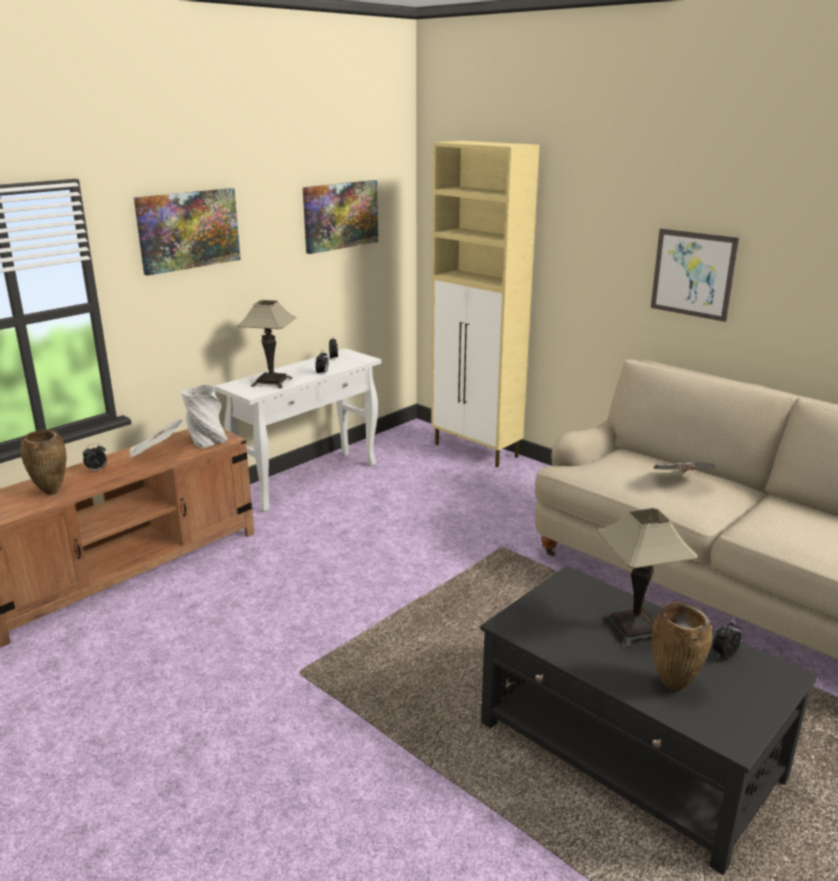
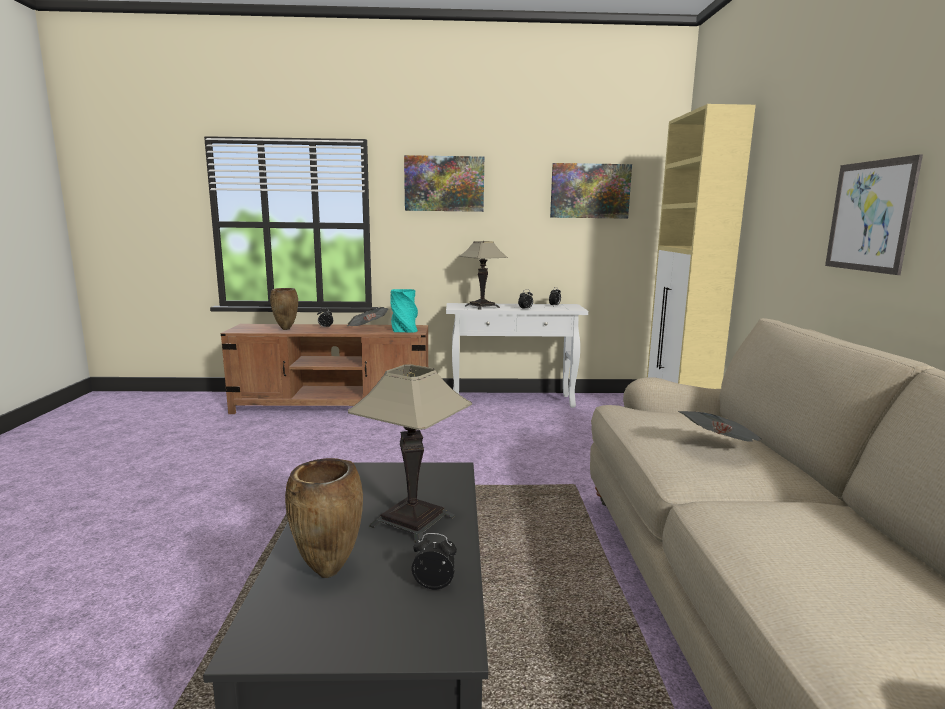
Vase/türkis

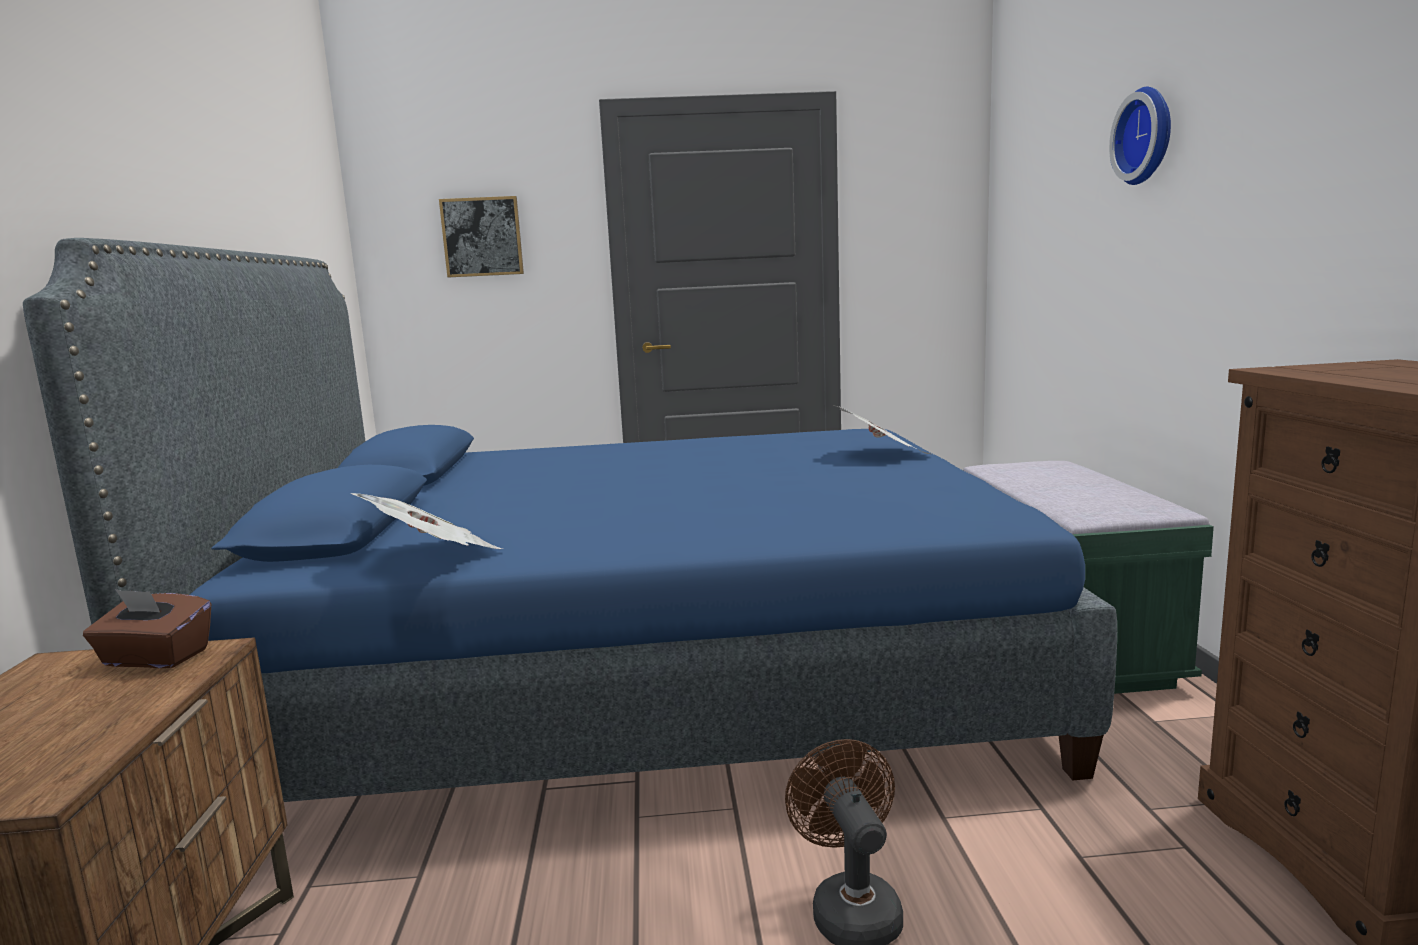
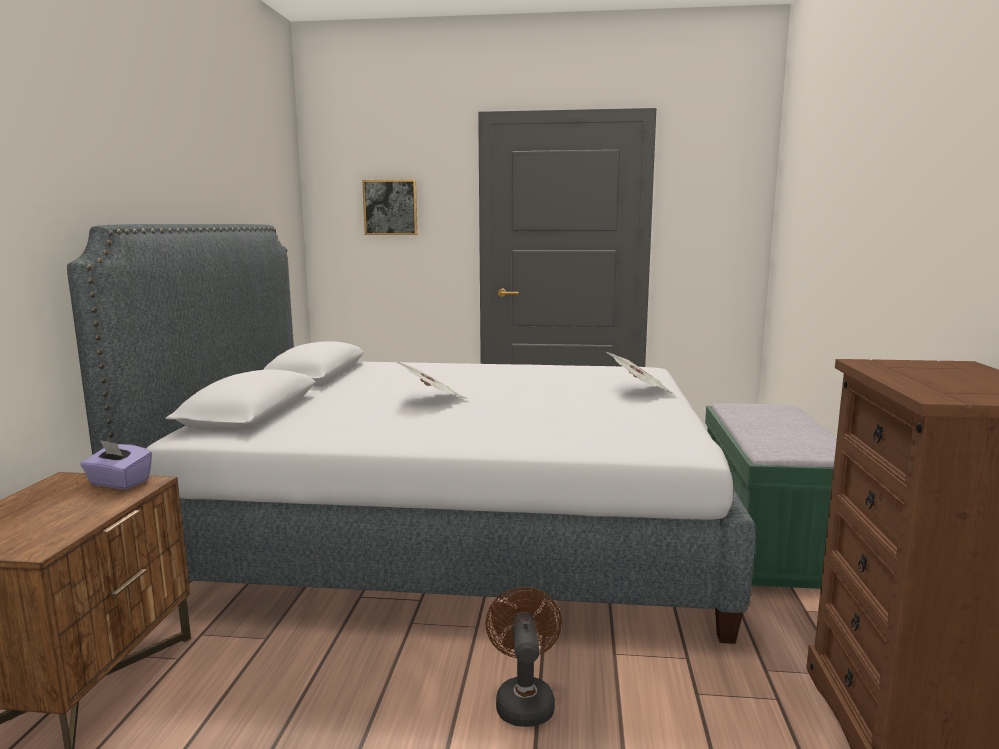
Bett/grau
Taschentuchbox/lila
Zeitung (no. 1 from left)
Wanduhr

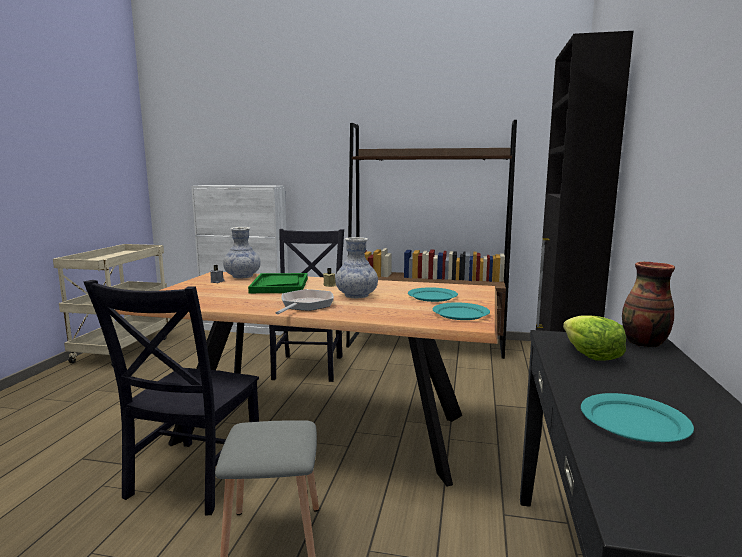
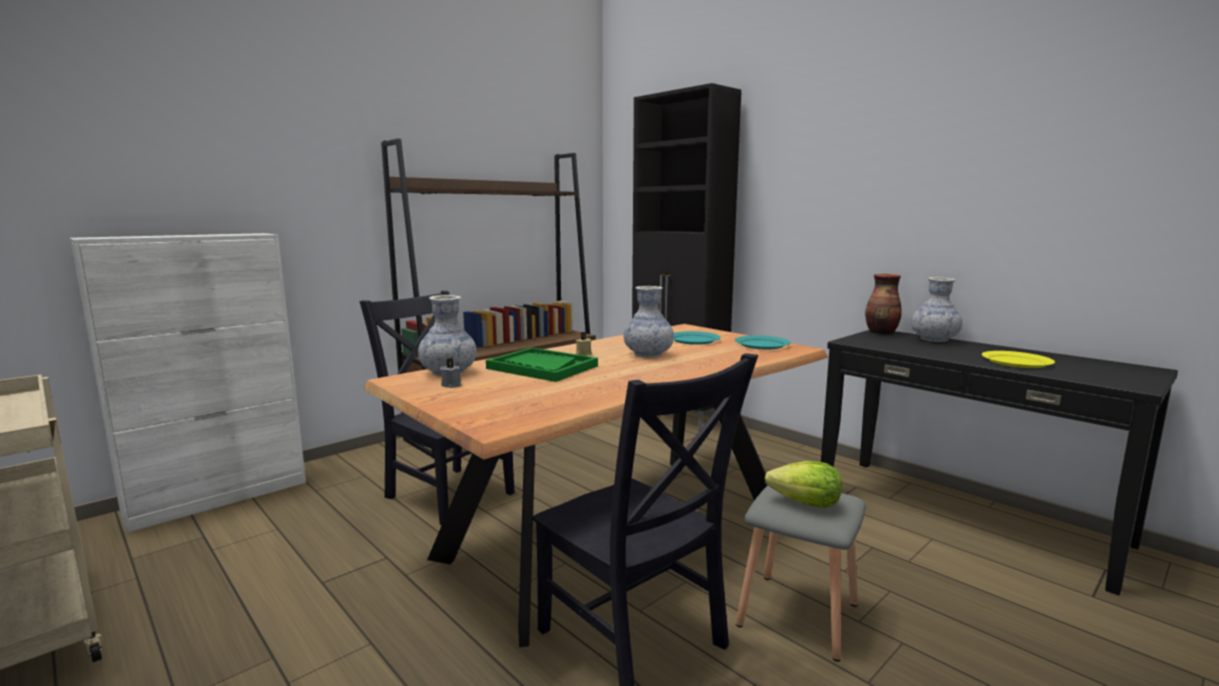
Salatkopf
Vase (no. 4 from left)
Teller/gelb
Pfanne

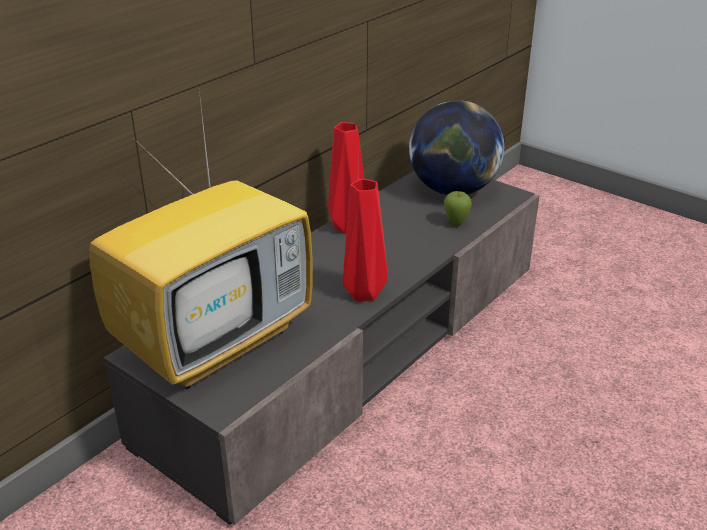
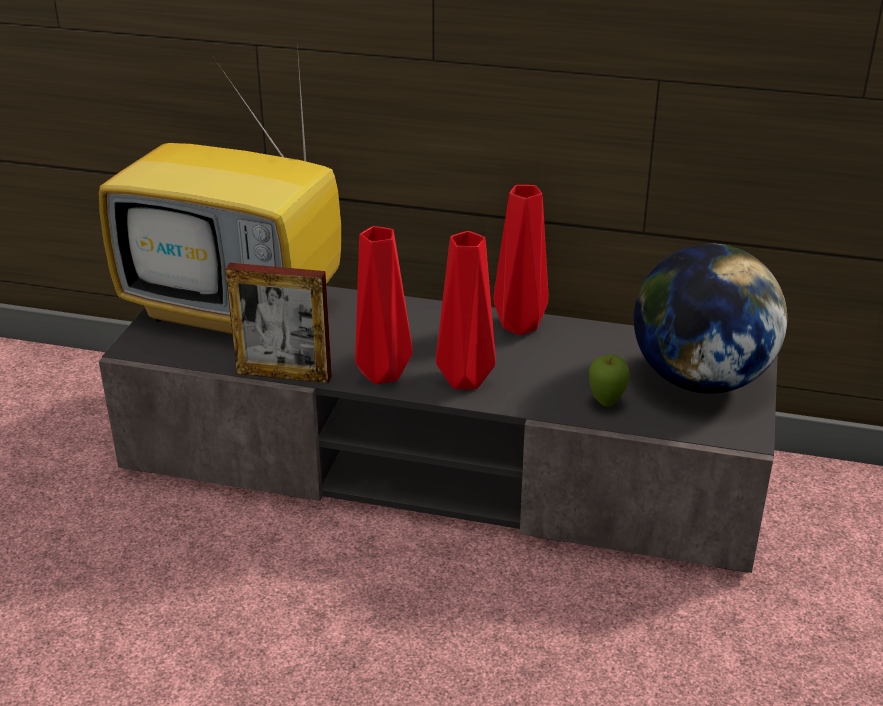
Bilderrahmen
Vase/rot (no. 2 from left)

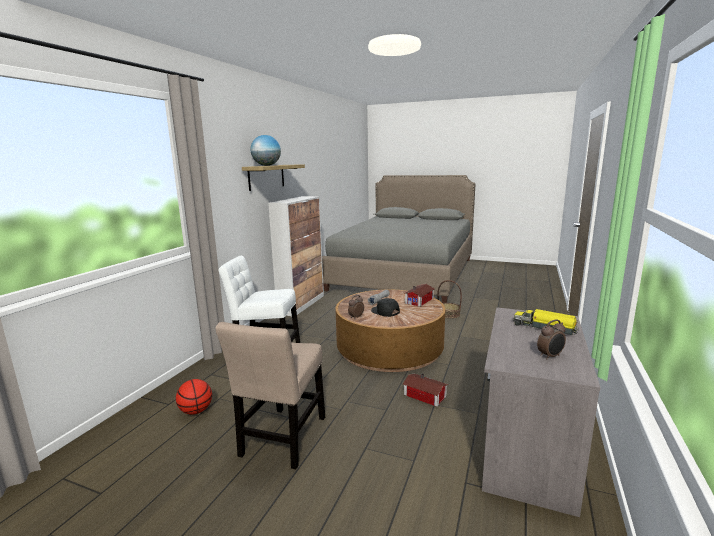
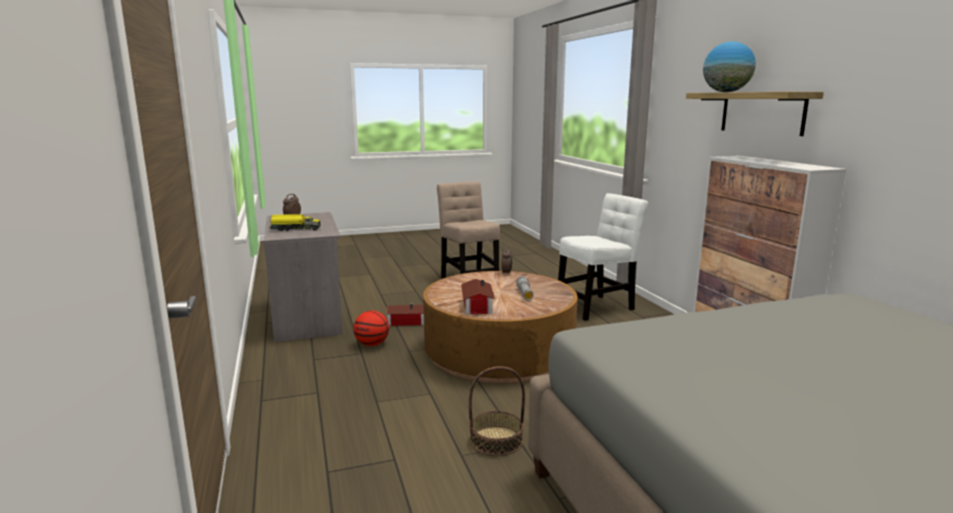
Basketball
Kappe/schwarz

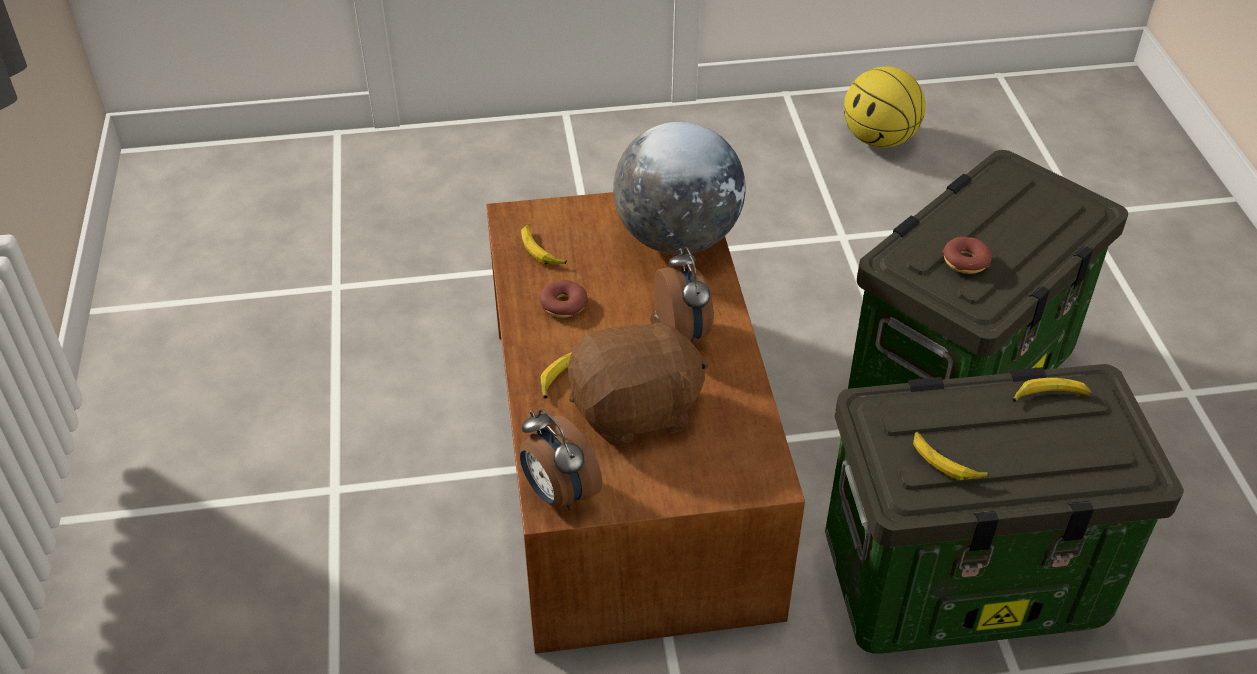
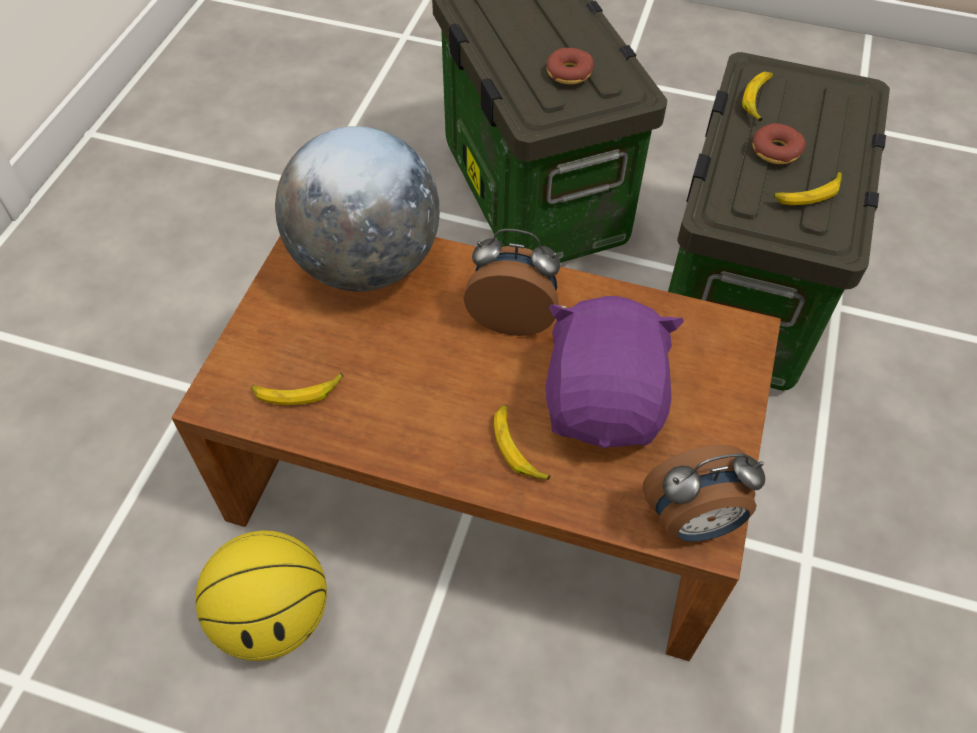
Basketball
Plüschtier/lila
Donut (no. 2 from left)

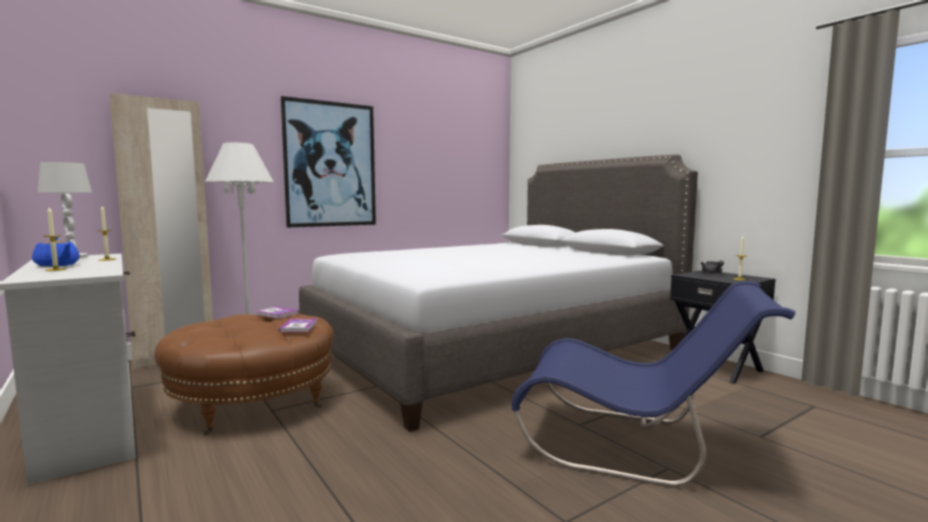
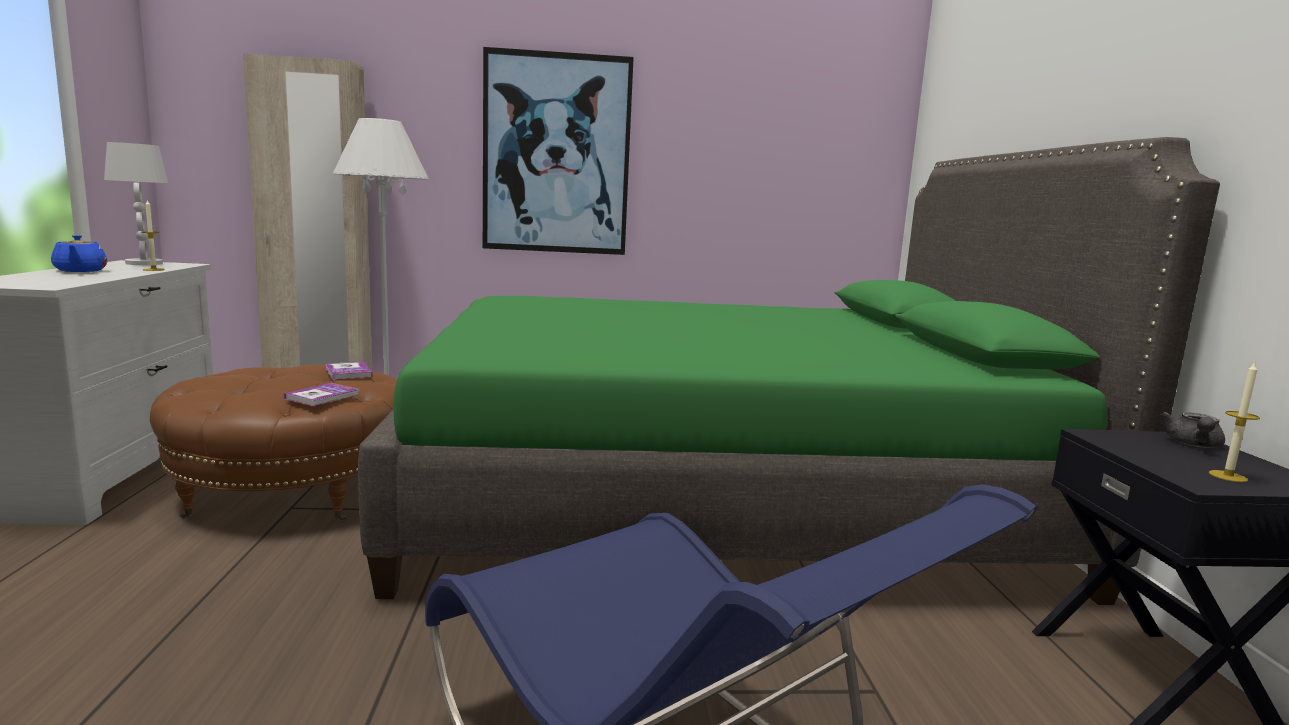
Bett/grün
Kerze (no. 1 from left in the first image)

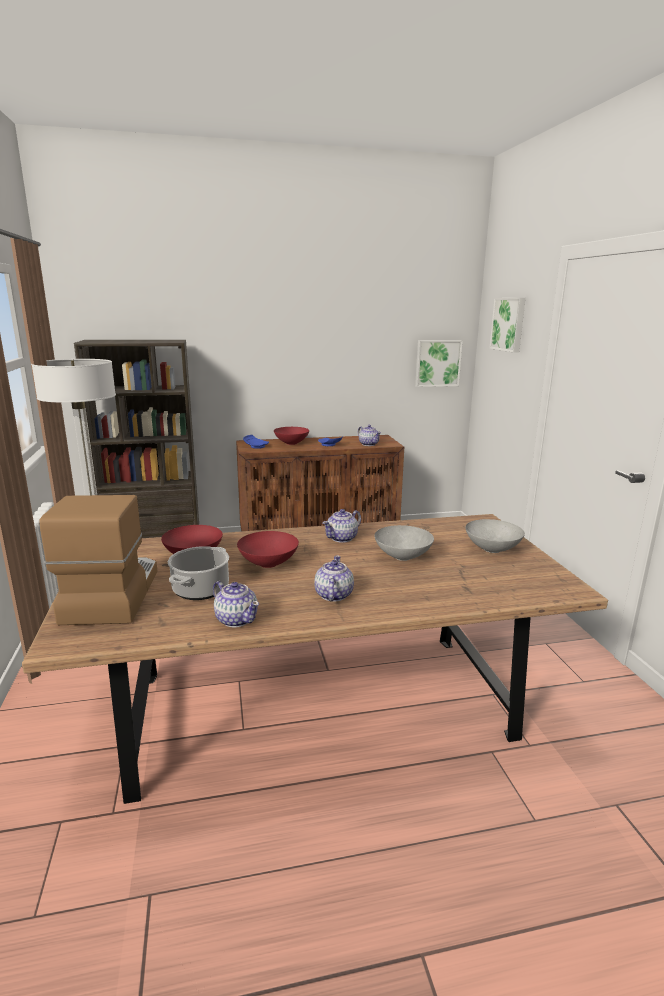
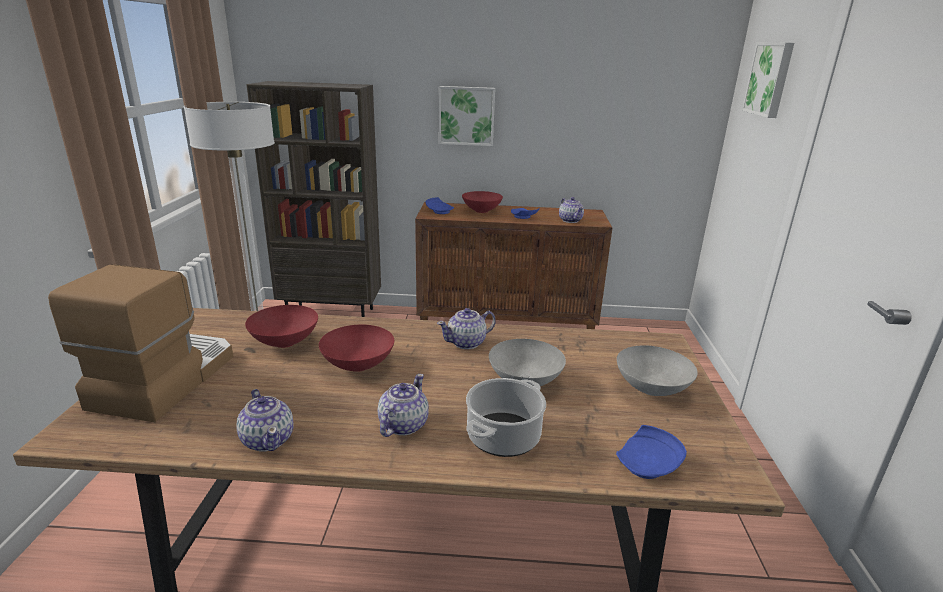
Bild (no. 1 from left)
Kochtopf
Teller/blau (no. 3 from left)

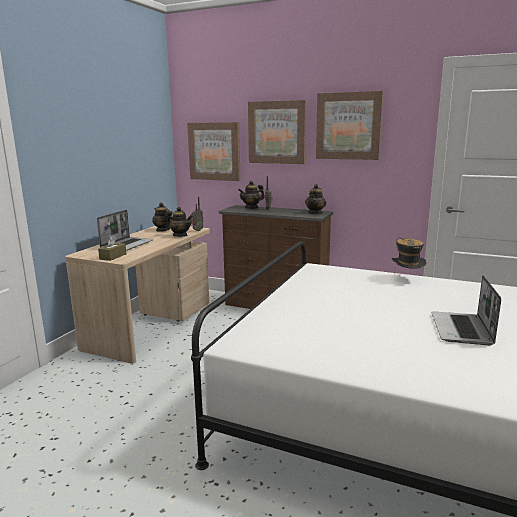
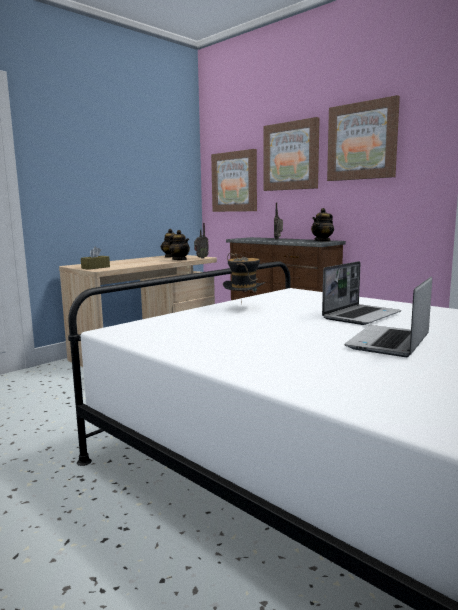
Hut
Laptop (no. 1 from left)
Teekanne (no. 3 from left in the first image)

